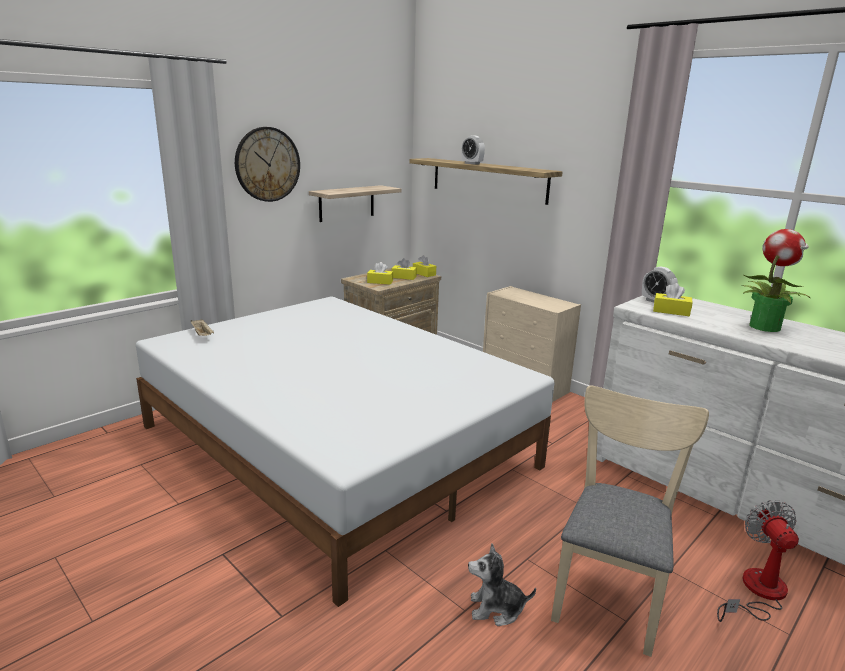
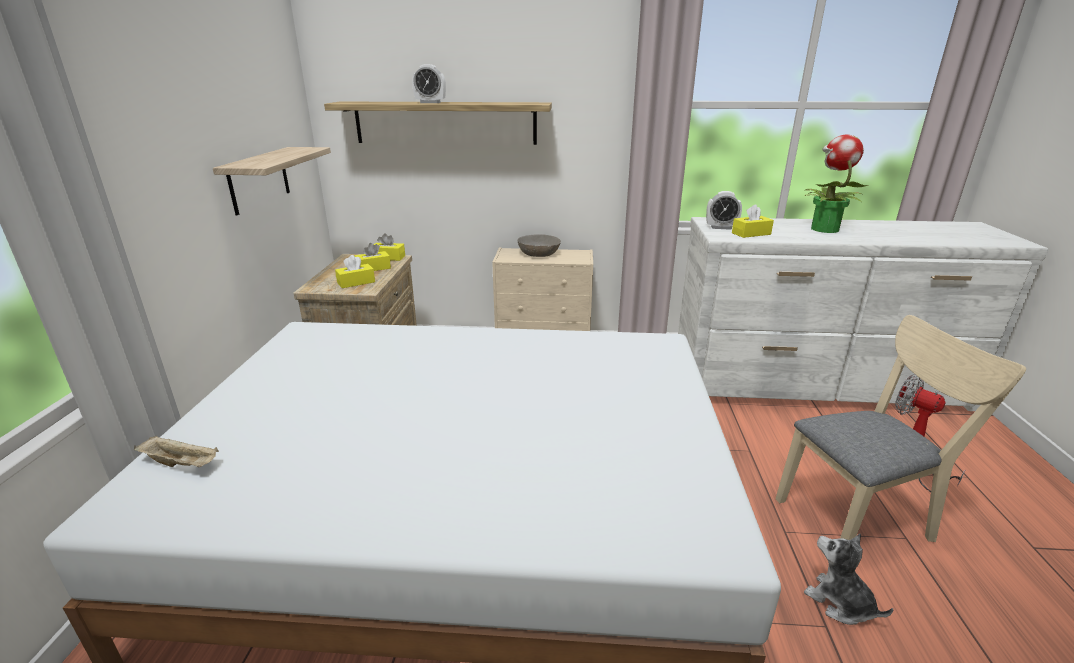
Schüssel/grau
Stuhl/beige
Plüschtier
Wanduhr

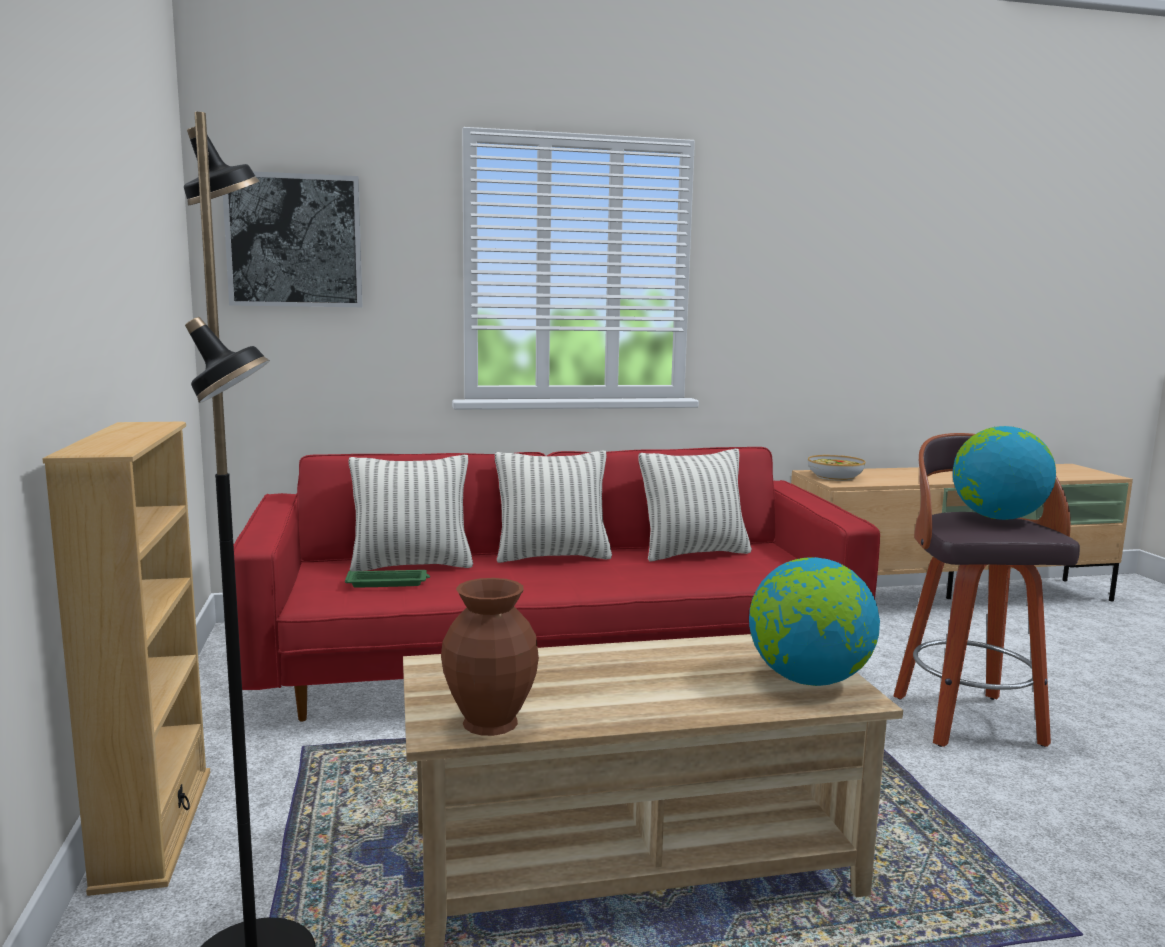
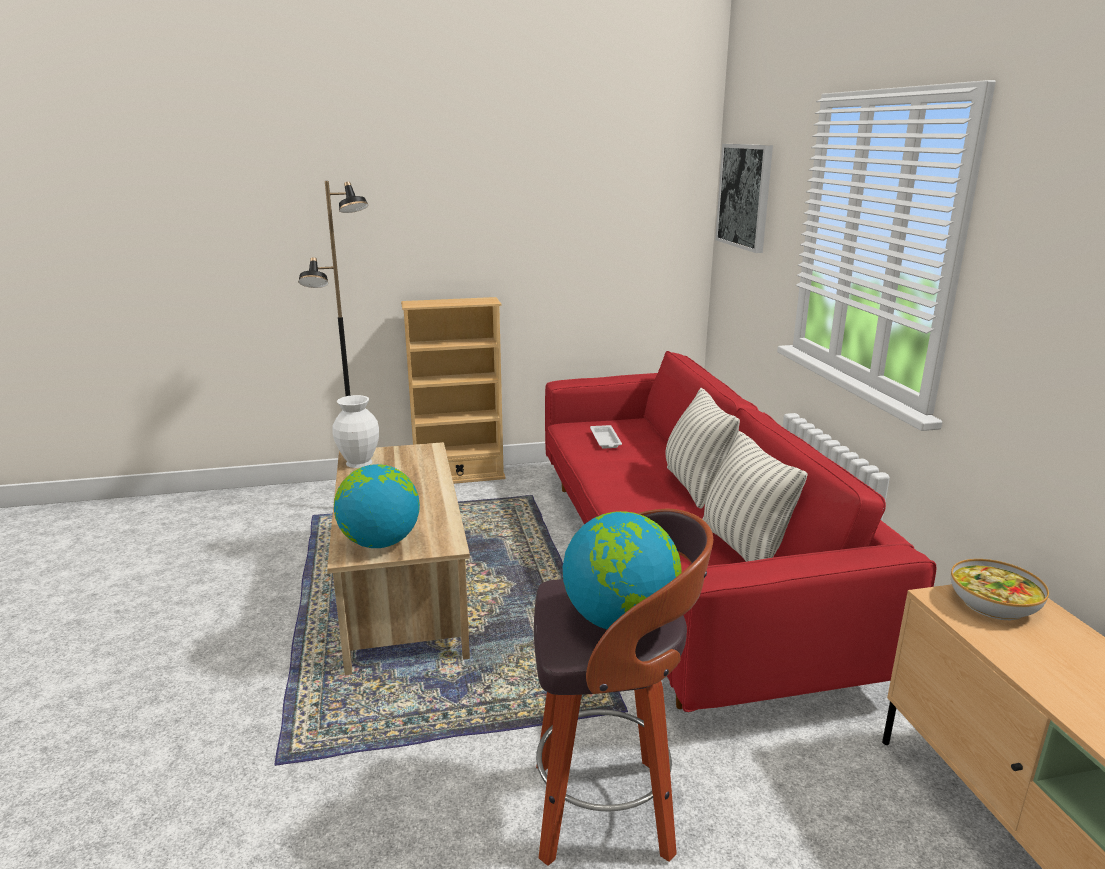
Vase/weiß
Tablett/weiß
Kissen (no. 1 from left in the first image)

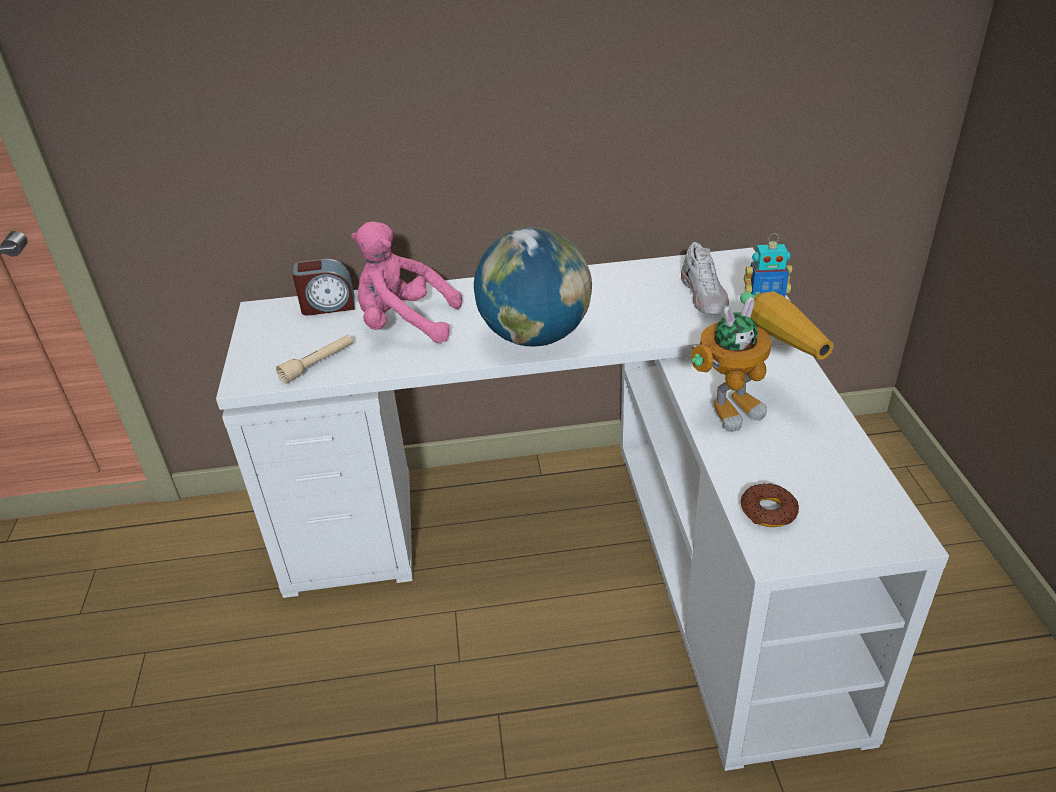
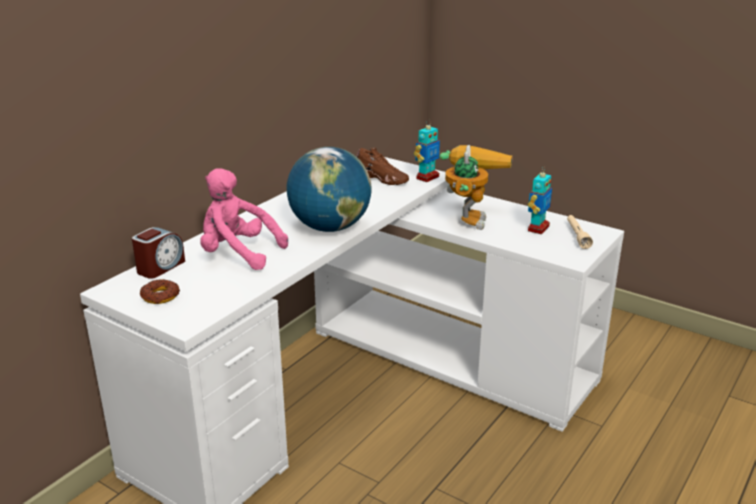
Donut
Plüschtier/rosa
Schuh/braun
Spielzeugroboter (no. 3 from left)
Taschenlampe/beige

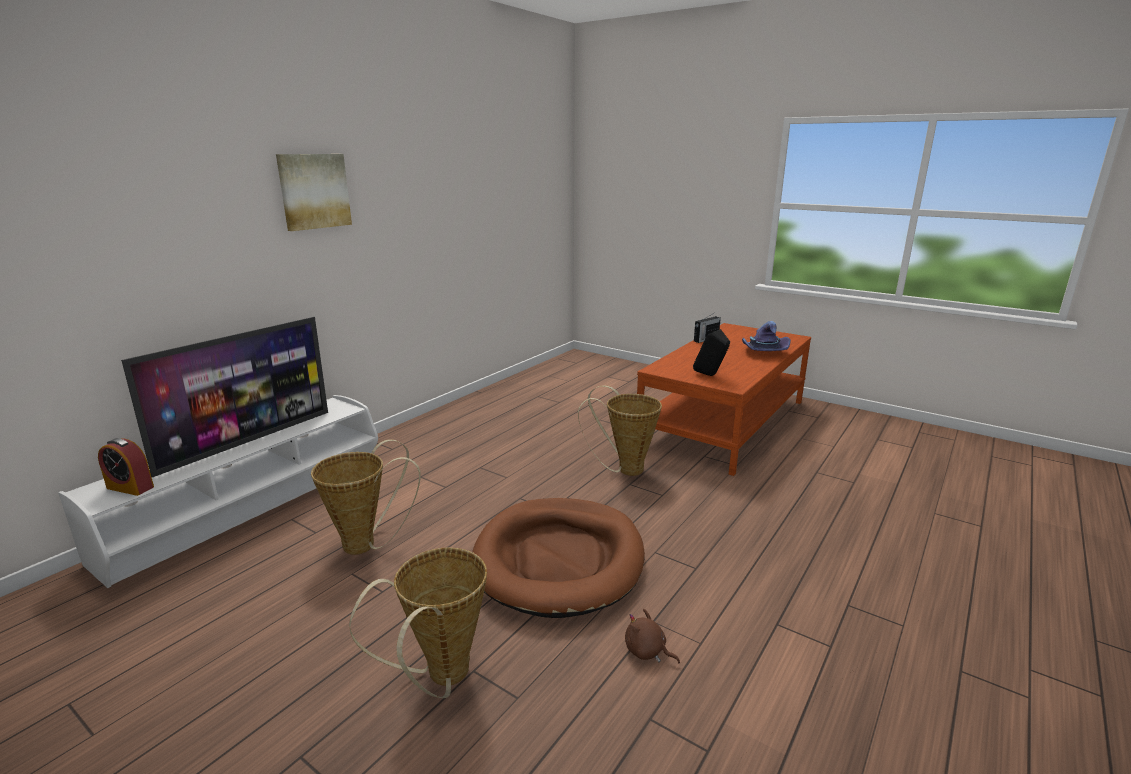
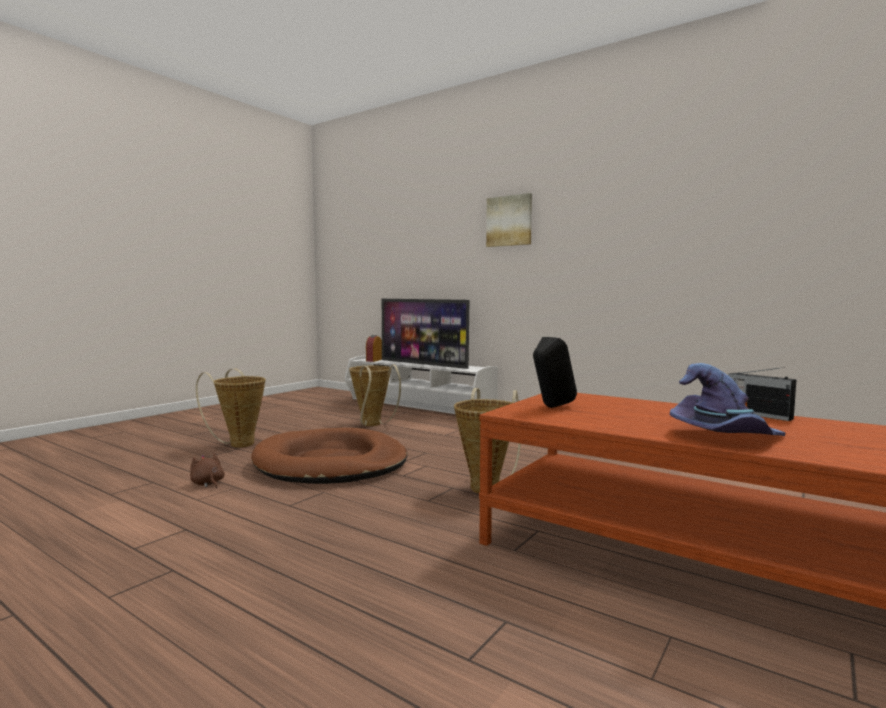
Plüschtier/braun

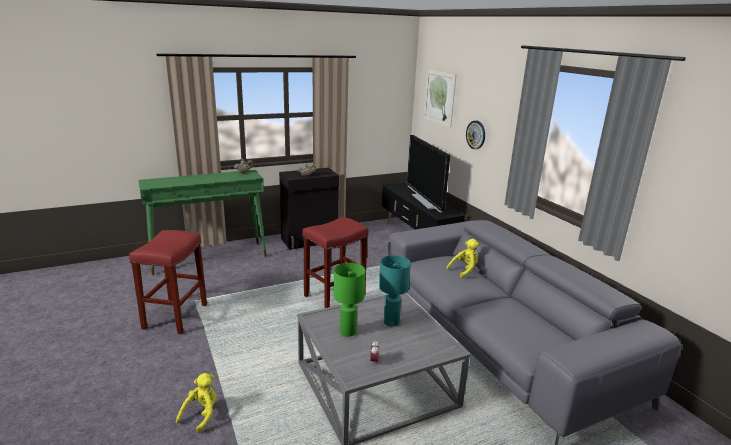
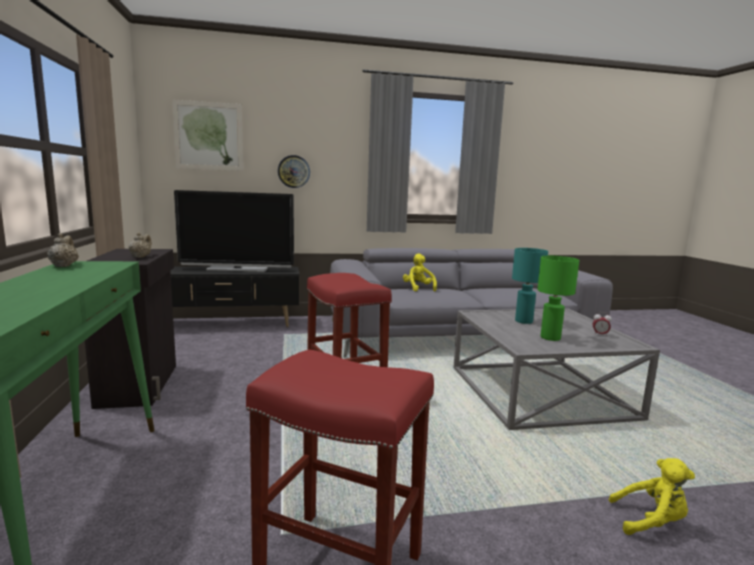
Plüschtier/gelb (no. 2 from left)

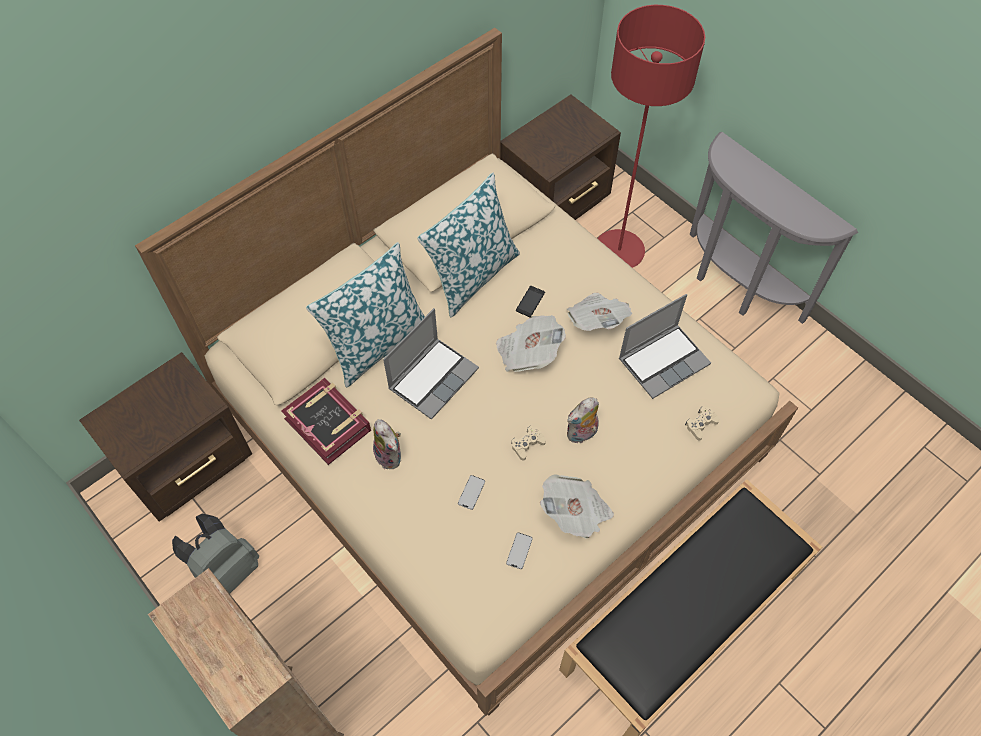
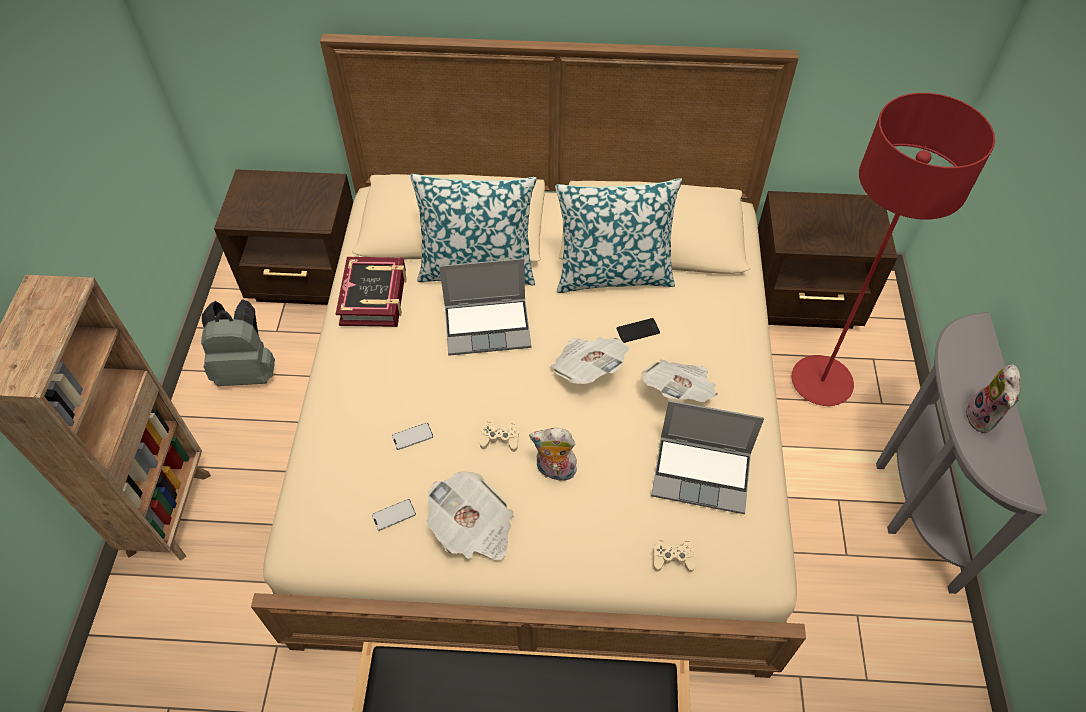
Plüschtier (no. 2 from left)

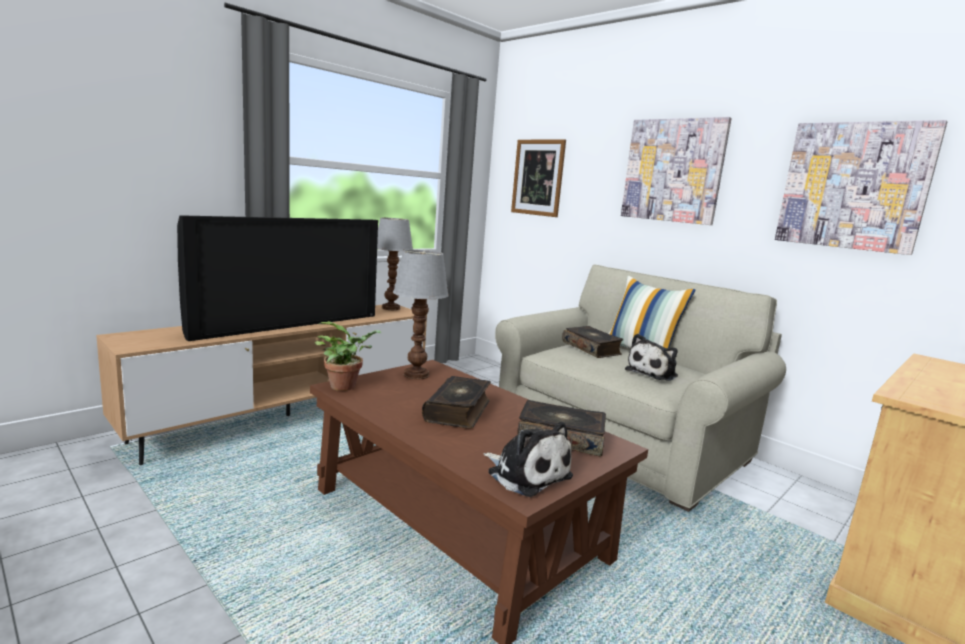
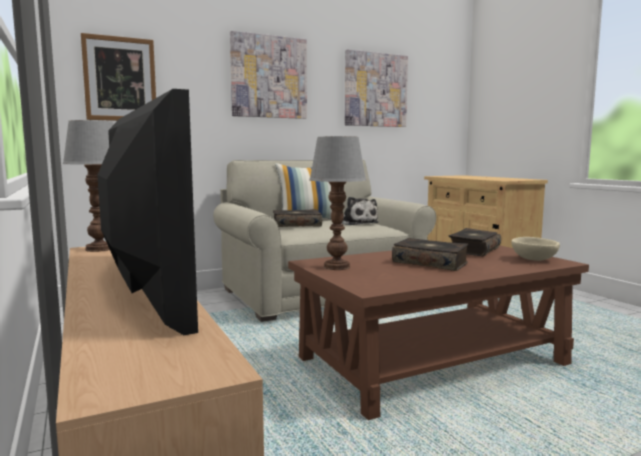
Schüssel/beige
Topfpflanze

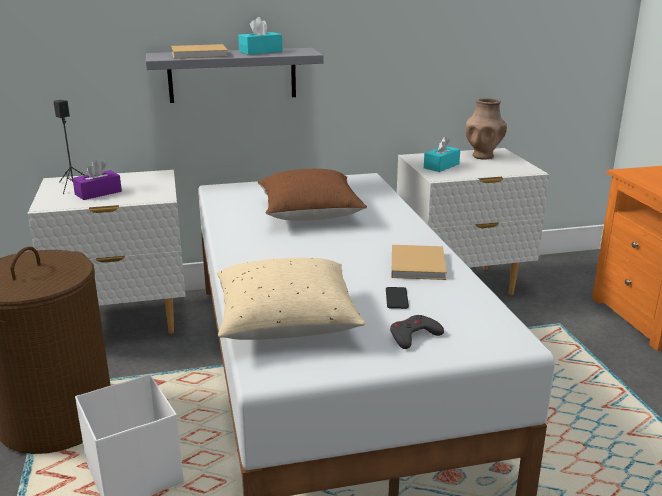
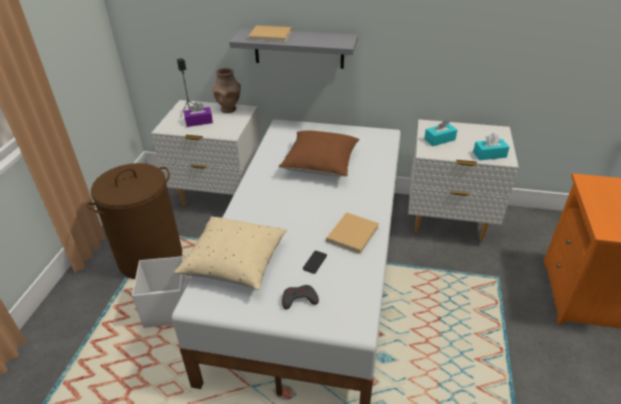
Vase/braun
Taschentuchbox/türkis (no. 2 from left)

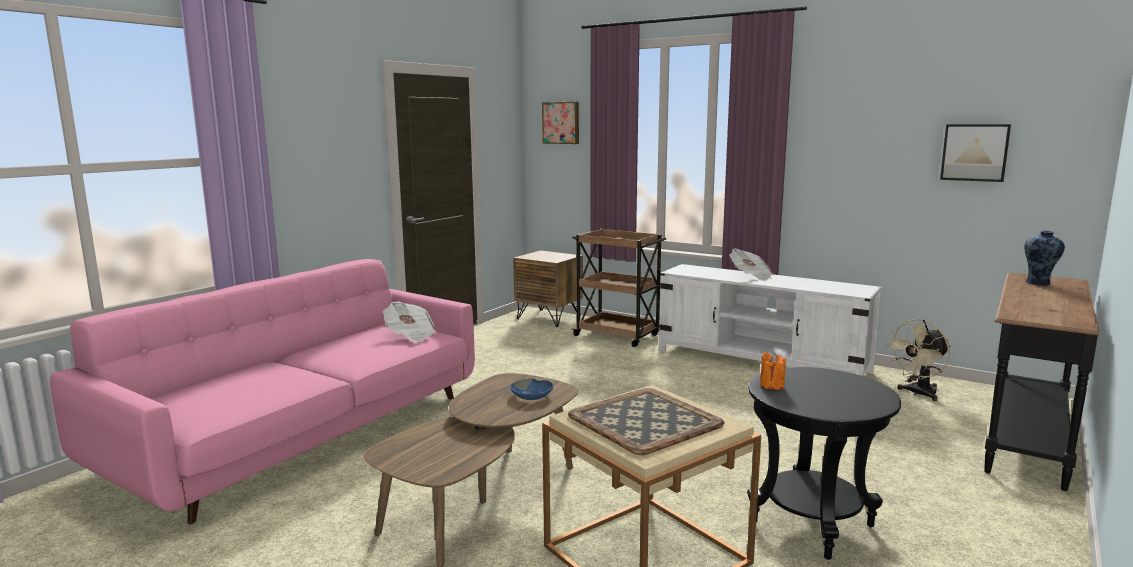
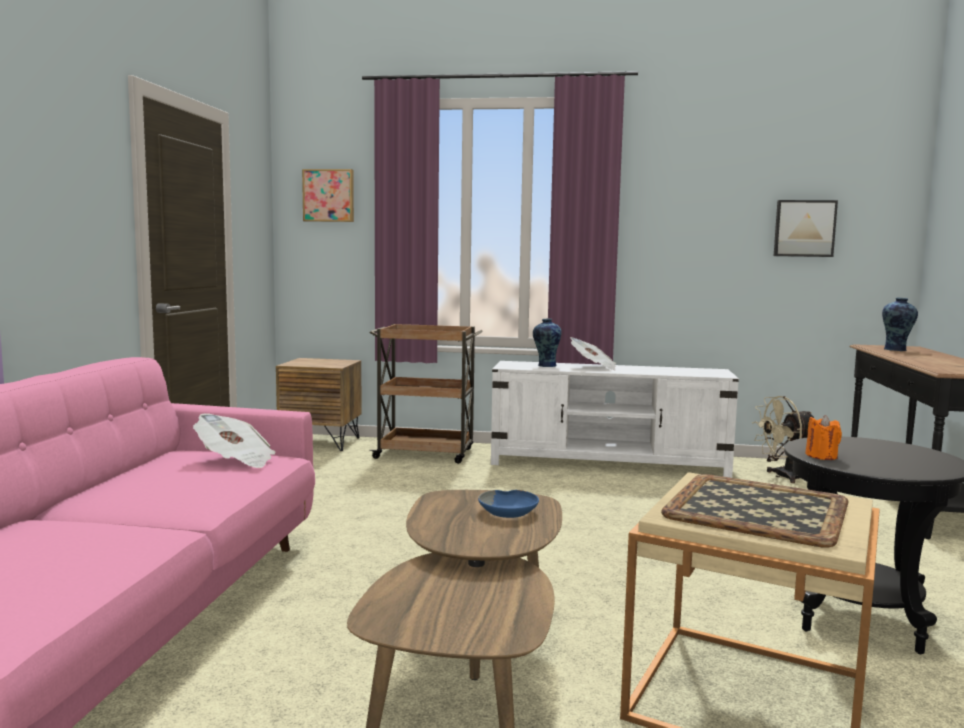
Vase (no. 1 from left)
Ventilator/beige

